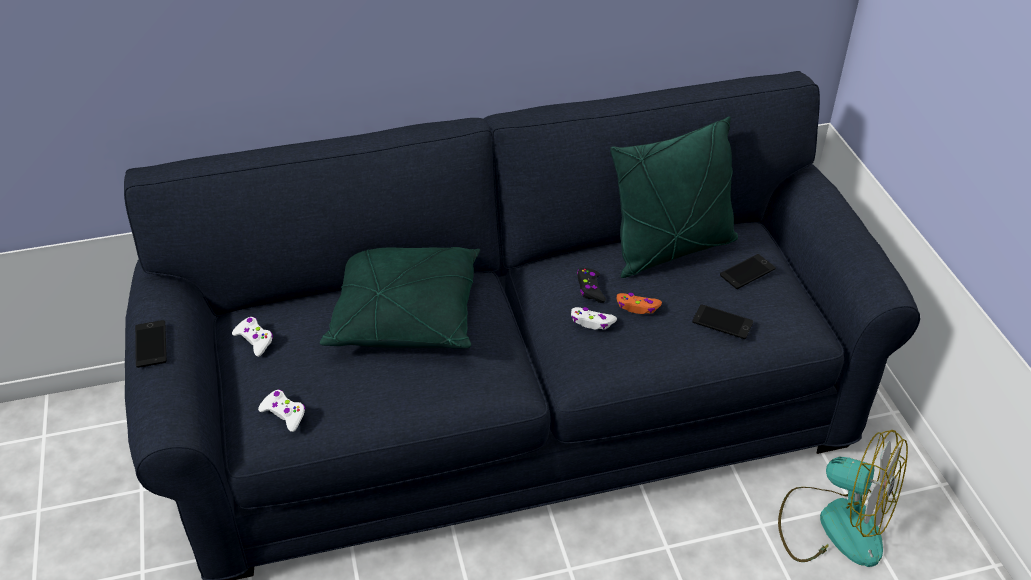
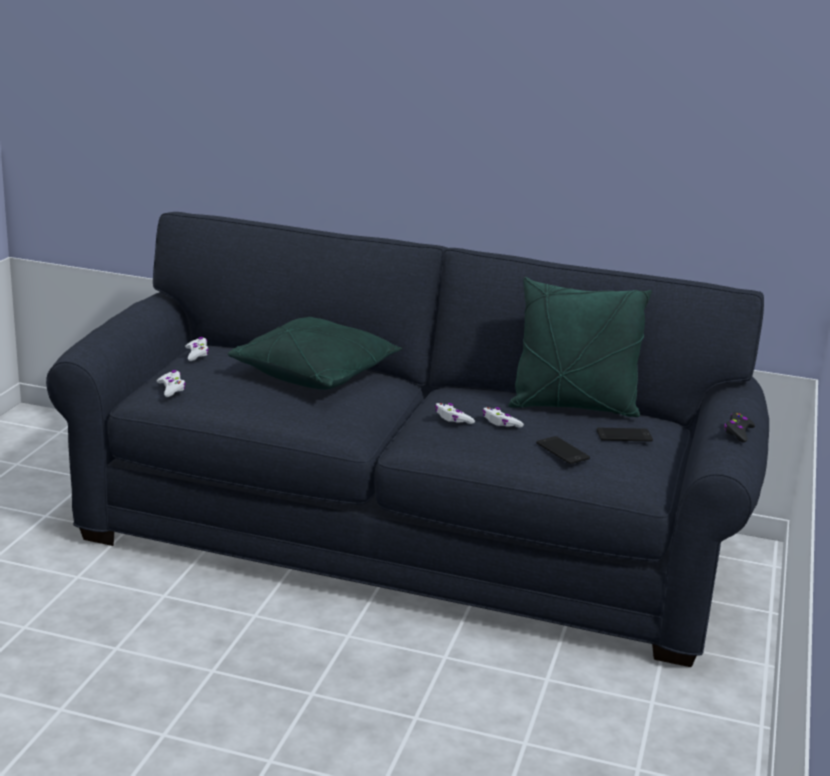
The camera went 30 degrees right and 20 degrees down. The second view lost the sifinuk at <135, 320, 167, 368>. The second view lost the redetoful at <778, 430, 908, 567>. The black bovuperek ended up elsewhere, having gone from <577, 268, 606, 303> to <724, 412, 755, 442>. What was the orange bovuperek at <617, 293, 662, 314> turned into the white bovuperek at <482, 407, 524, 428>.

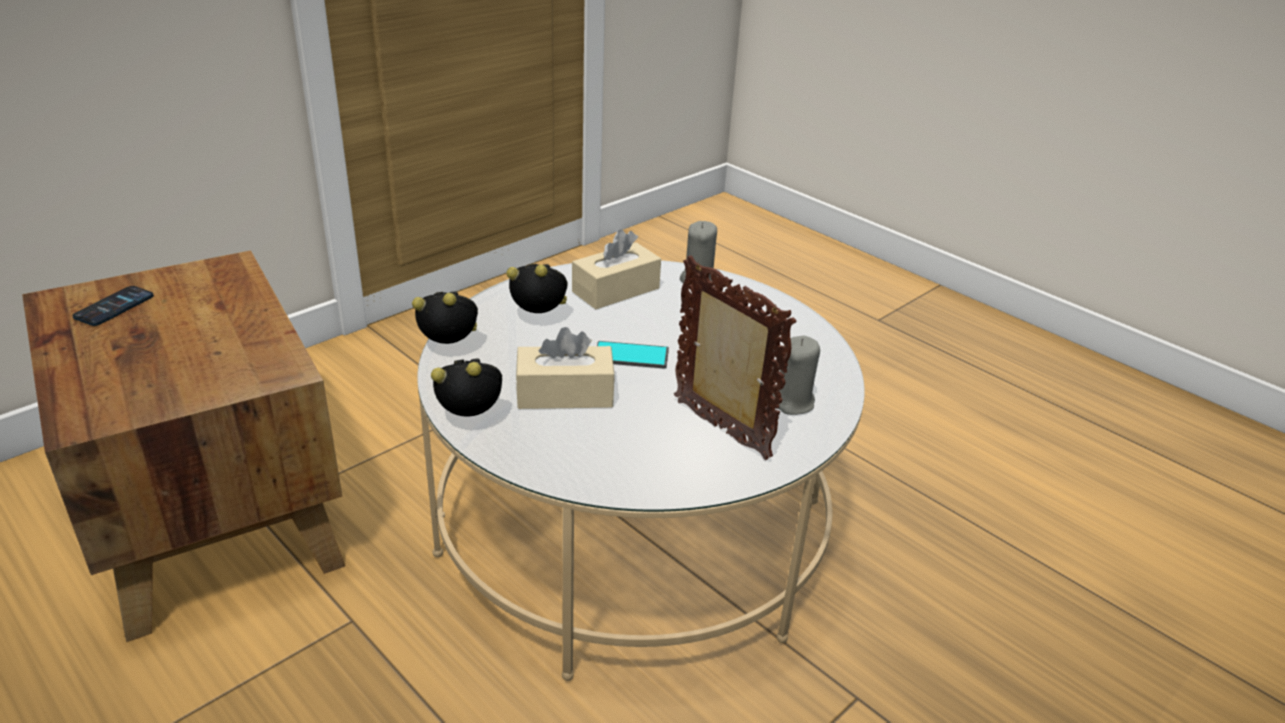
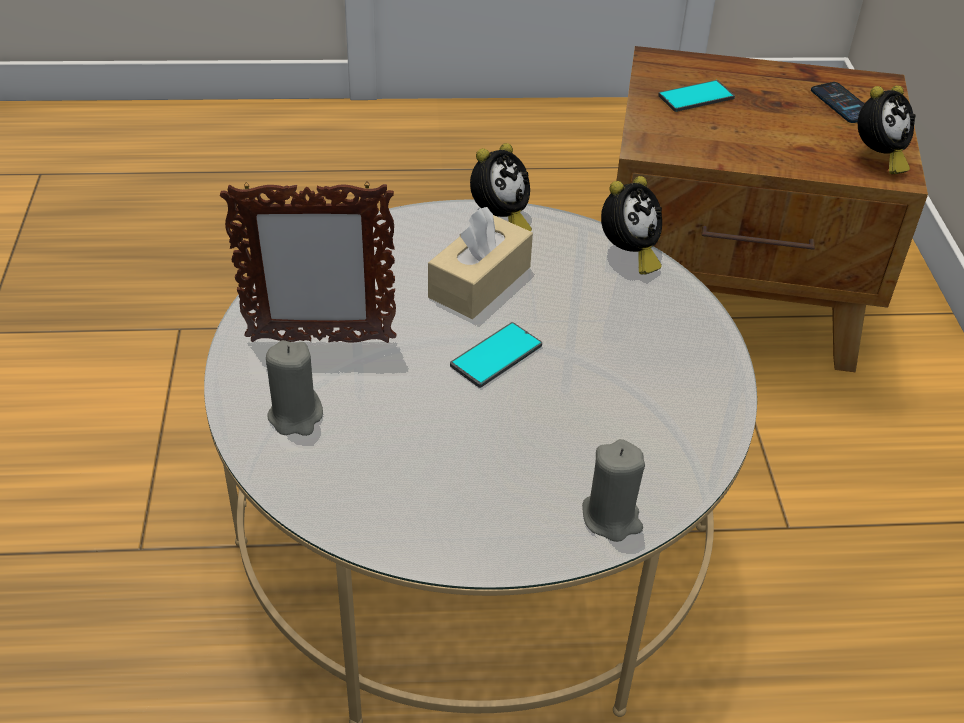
The camera went 130 degrees right and 10 degrees up. The second view lost the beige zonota at <572, 230, 661, 309>. The second view gained the sifinuk at <658, 80, 735, 112>. The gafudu ended up elsewhere, having gone from <506, 264, 568, 313> to <858, 85, 915, 174>.

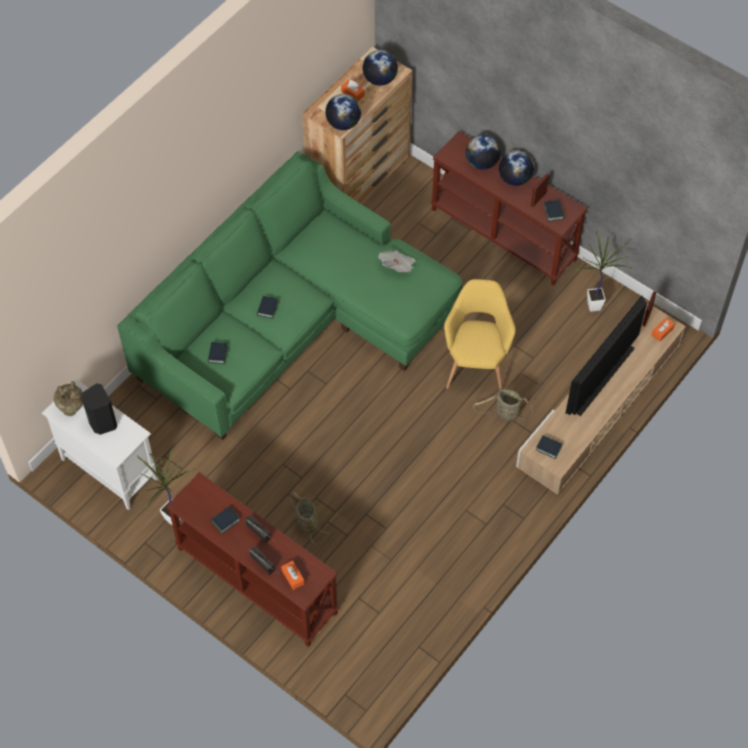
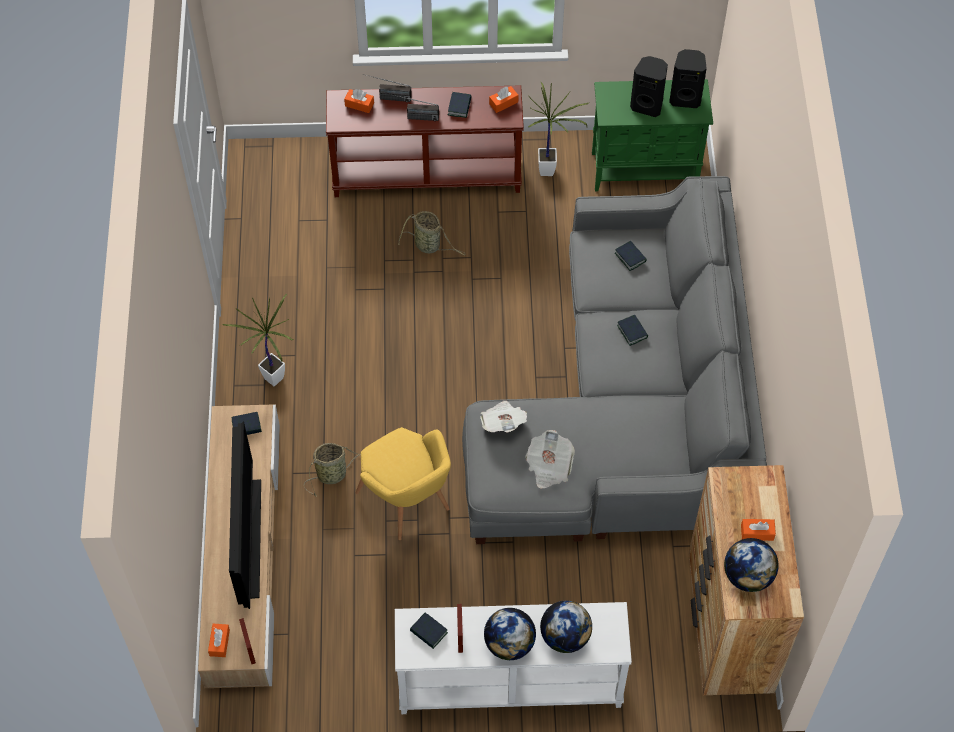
The camera went 140 degrees right and 0 degrees up. The second view lost the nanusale at <325, 94, 361, 130>. The second view gained the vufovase at <480, 401, 527, 433>. The second view gained the orange zonota at <489, 86, 519, 113>. The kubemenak ended up elsewhere, having gone from <573, 230, 633, 312> to <222, 294, 293, 386>. Where the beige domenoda stood at <53, 381, 83, 416>, the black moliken came to stand at <669, 49, 707, 108>. What was the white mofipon at <42, 379, 158, 510> turned into the green mofipon at <592, 79, 713, 191>. What was the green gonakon at <117, 151, 463, 440> turned into the grey gonakon at <462, 176, 767, 544>. What was the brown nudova at <431, 131, 588, 286> turned into the white nudova at <395, 602, 632, 714>.

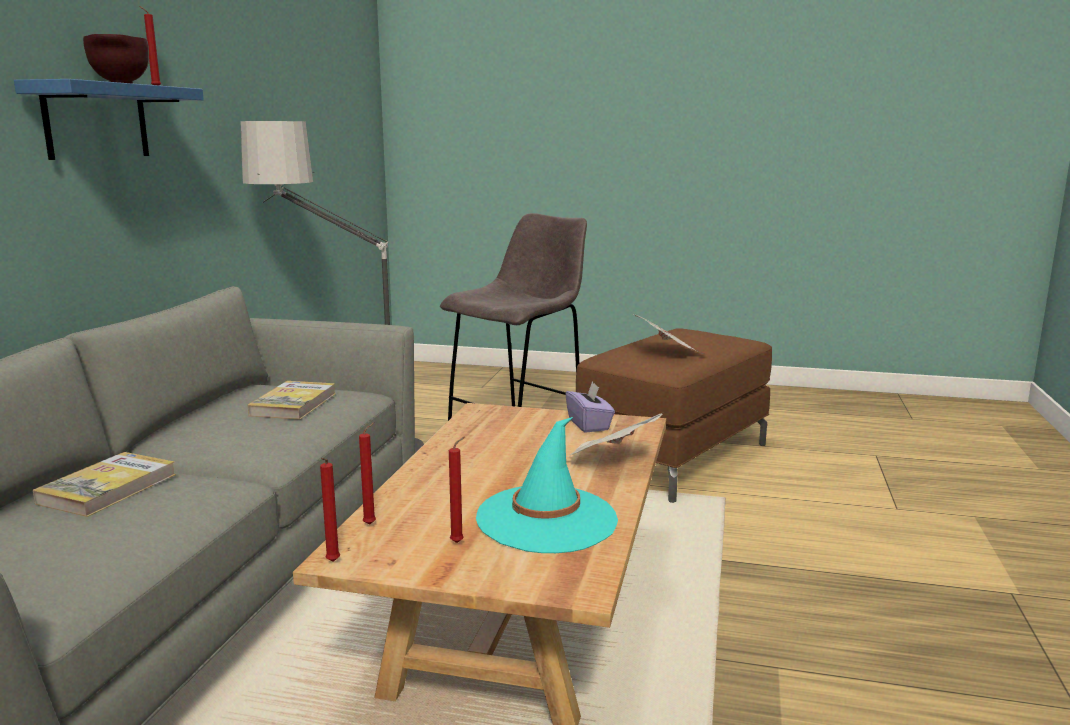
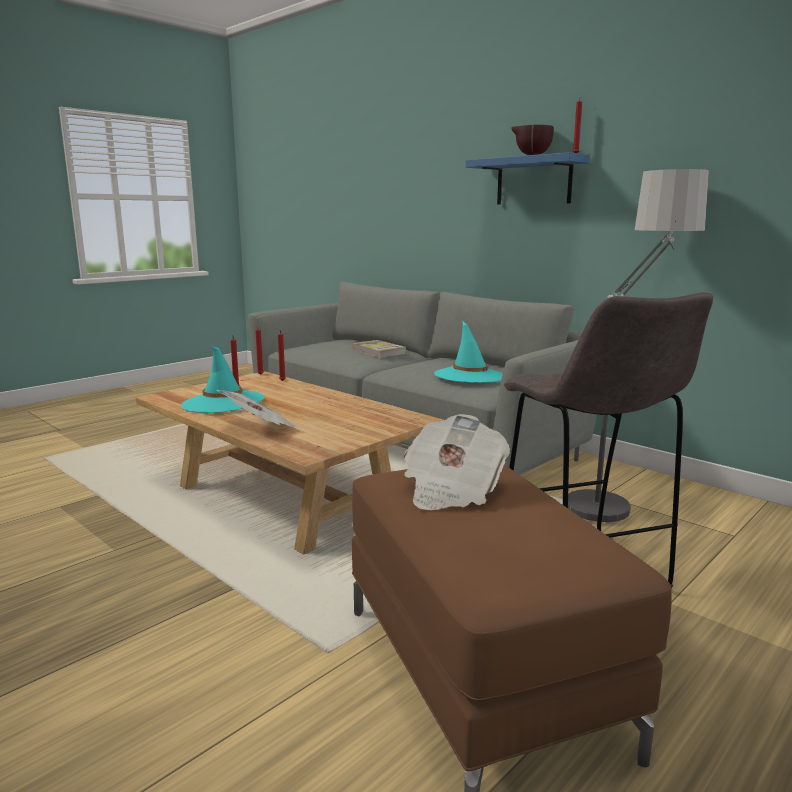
The camera went 120 degrees right and 0 degrees up. The second view lost the purple zonota at <565, 381, 615, 433>. Where the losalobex stood at <248, 381, 336, 420>, the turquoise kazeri came to stand at <434, 321, 503, 383>.

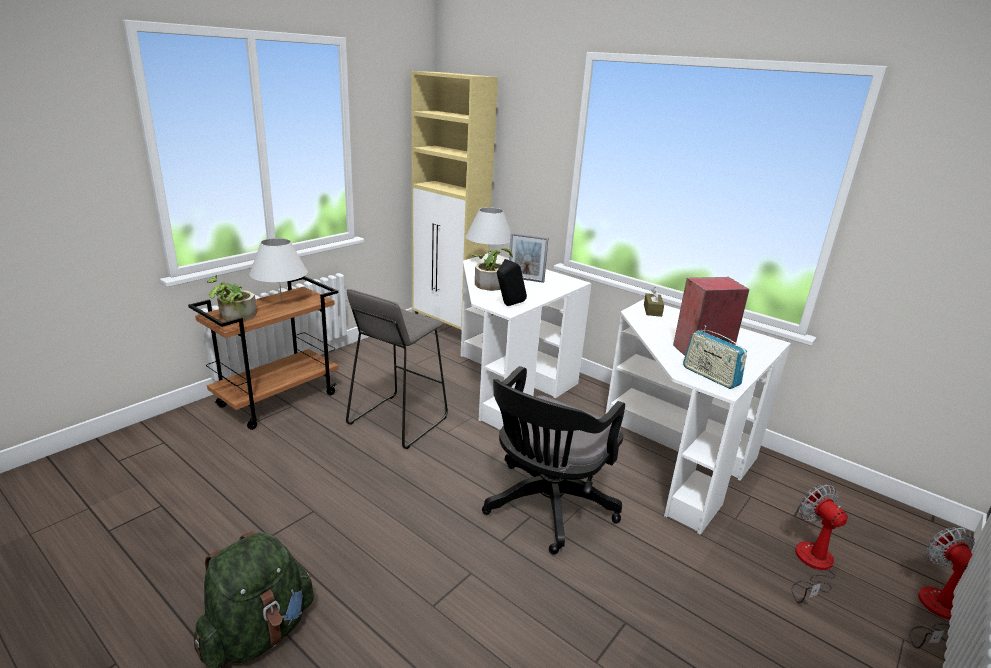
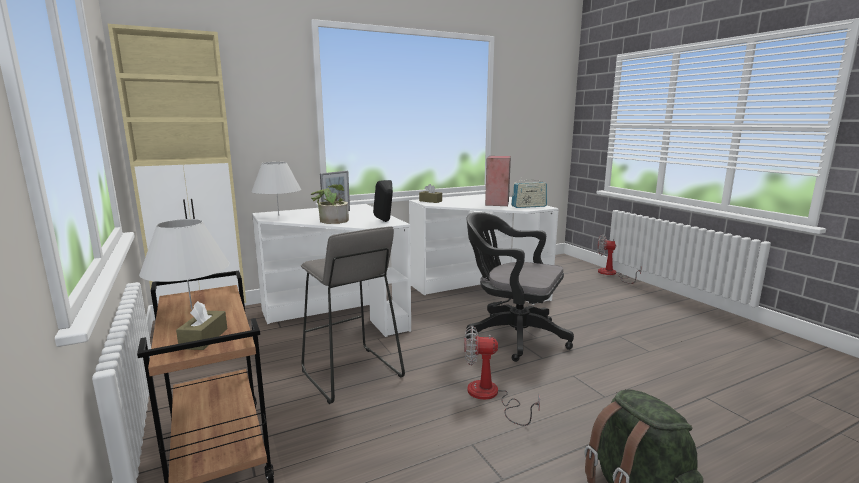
The camera went 65 degrees left and 10 degrees down. The redetoful ended up elsewhere, having gone from <792, 484, 848, 603> to <464, 326, 540, 426>. Where the kubemenak stood at <207, 275, 257, 321>, the brown zonota came to stand at <176, 301, 227, 350>. The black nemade at <482, 366, 625, 555> ended up facing another way, 150 degrees clockwise from before.

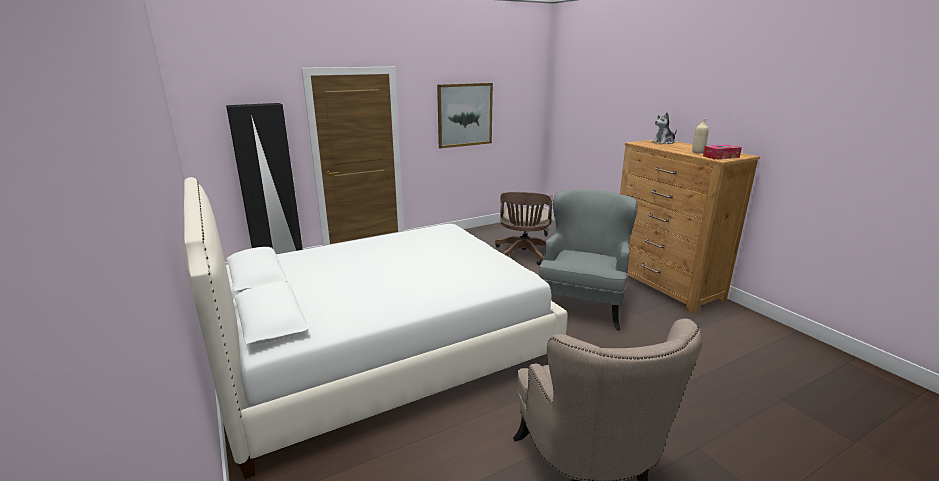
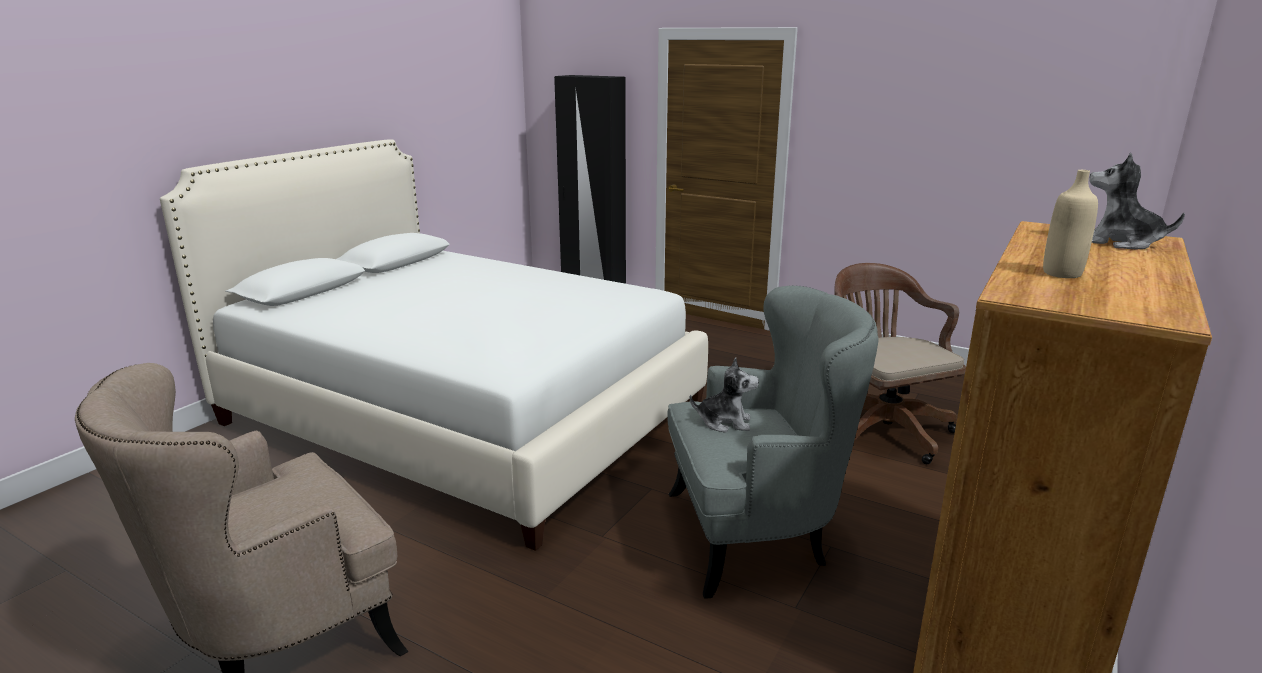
The camera went 60 degrees right and 0 degrees up. The second view lost the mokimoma at <437, 83, 493, 148>. The second view lost the zonota at <703, 145, 742, 159>. The second view gained the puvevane at <690, 357, 759, 433>. The brown nemade at <495, 192, 553, 265> ended up facing another way, 90 degrees clockwise from before.

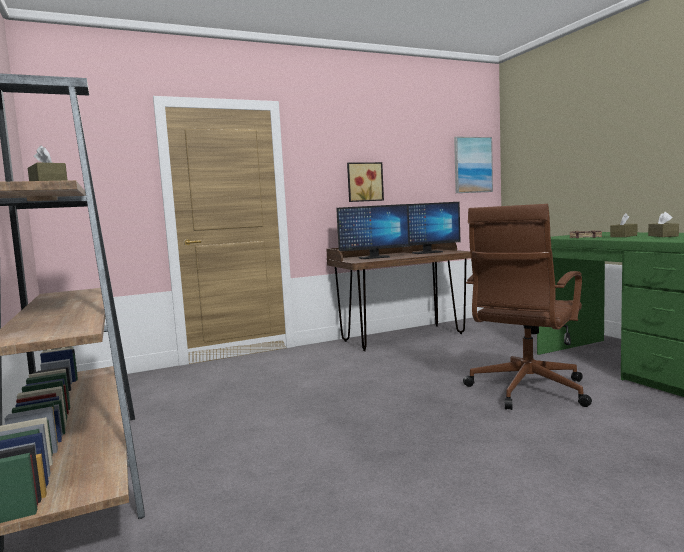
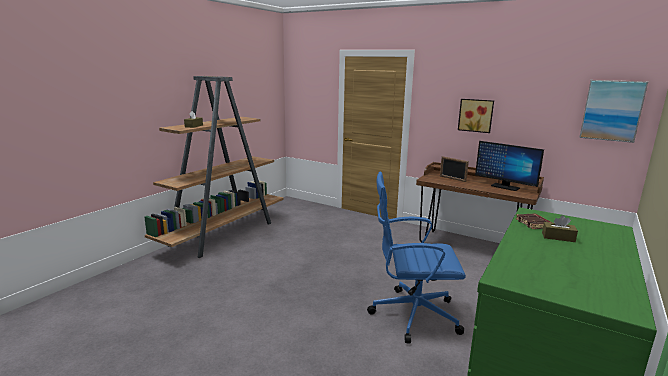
The camera went 55 degrees right and 10 degrees up. The second view lost the brown zonota at <648, 212, 679, 237>. Where the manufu stood at <336, 204, 410, 259>, the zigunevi came to stand at <440, 156, 469, 182>. What was the brown nemade at <463, 204, 592, 410> turned into the blue nemade at <367, 172, 466, 343>.

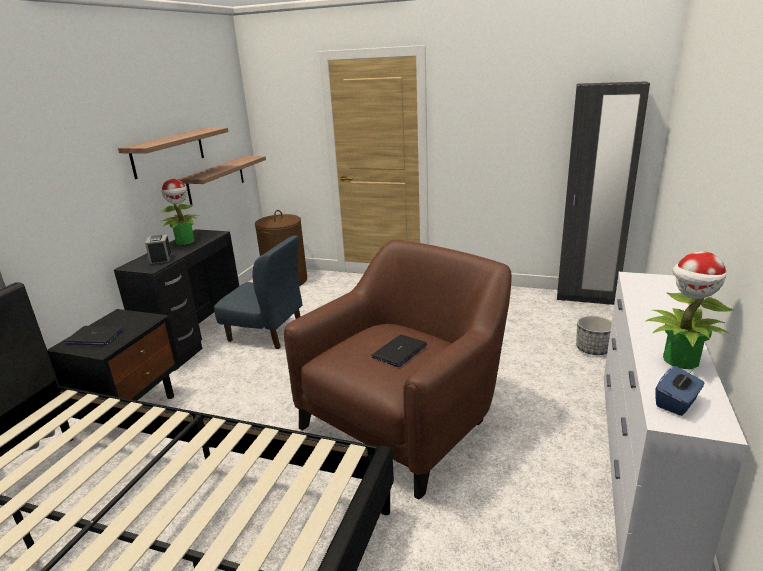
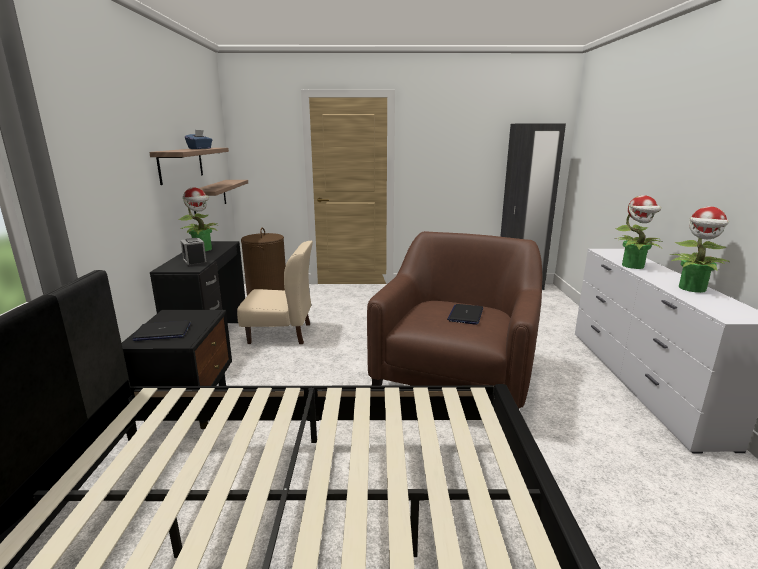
The camera went 20 degrees left and 5 degrees down. The second view lost the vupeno at <576, 315, 612, 355>. The second view gained the kubemenak at <615, 195, 662, 269>. The blue zonota ended up elsewhere, having gone from <655, 366, 705, 416> to <185, 130, 213, 149>. What was the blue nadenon at <214, 236, 302, 349> turned into the beige nadenon at <237, 241, 313, 344>.

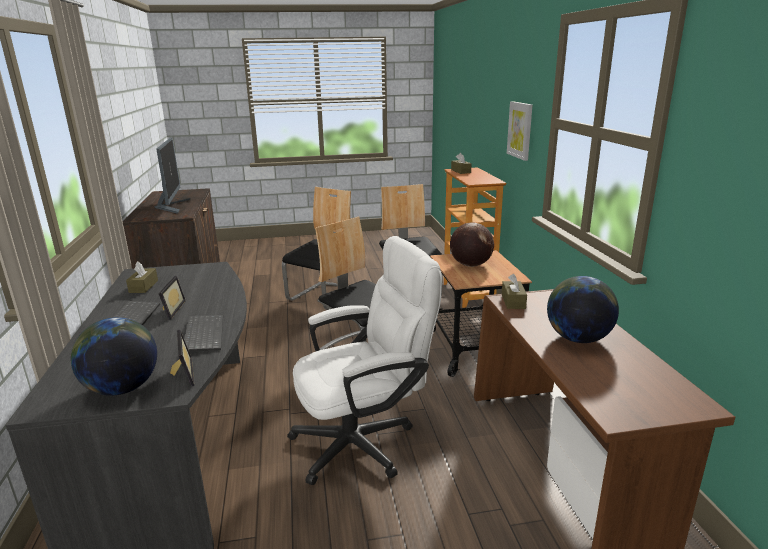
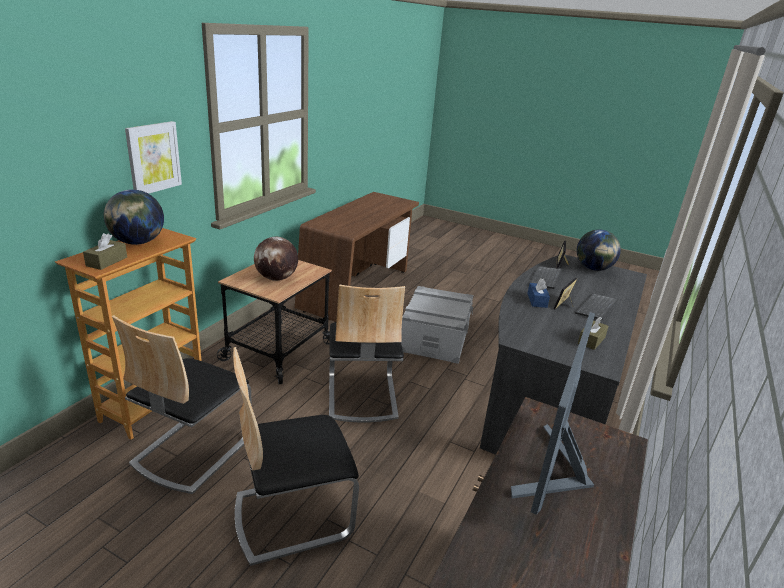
The camera went 145 degrees left and 5 degrees up. The second view lost the brown zonota at <502, 274, 527, 309>. The second view gained the blue zonota at <527, 278, 550, 308>. The nanusale ended up elsewhere, having gone from <547, 276, 619, 343> to <104, 189, 164, 245>. Where the white nemade stood at <287, 236, 442, 485>, the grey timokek came to stand at <401, 286, 473, 364>.

